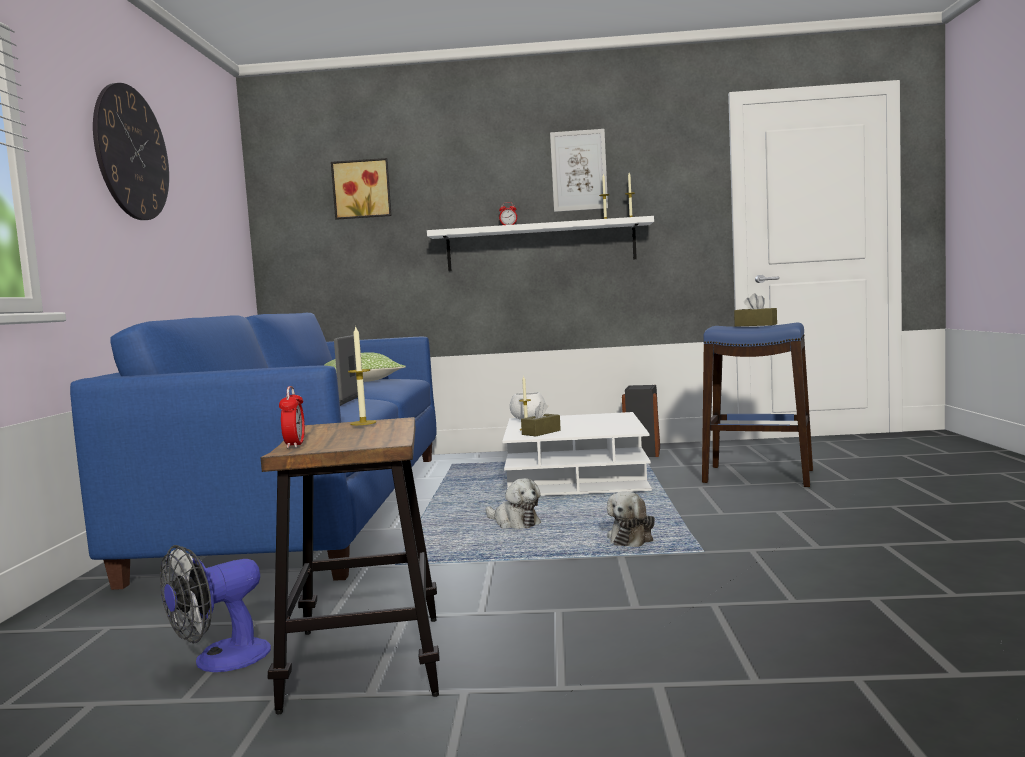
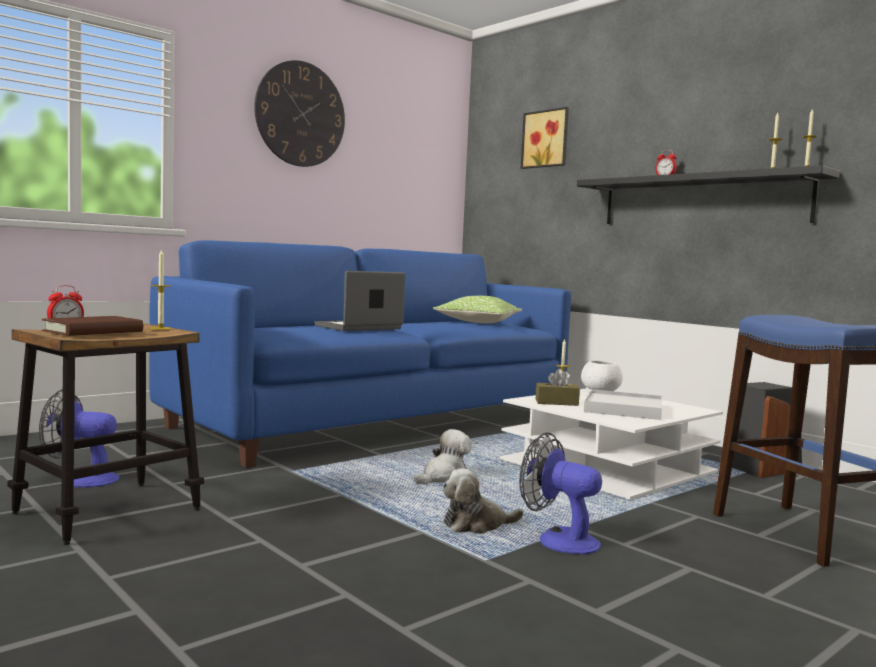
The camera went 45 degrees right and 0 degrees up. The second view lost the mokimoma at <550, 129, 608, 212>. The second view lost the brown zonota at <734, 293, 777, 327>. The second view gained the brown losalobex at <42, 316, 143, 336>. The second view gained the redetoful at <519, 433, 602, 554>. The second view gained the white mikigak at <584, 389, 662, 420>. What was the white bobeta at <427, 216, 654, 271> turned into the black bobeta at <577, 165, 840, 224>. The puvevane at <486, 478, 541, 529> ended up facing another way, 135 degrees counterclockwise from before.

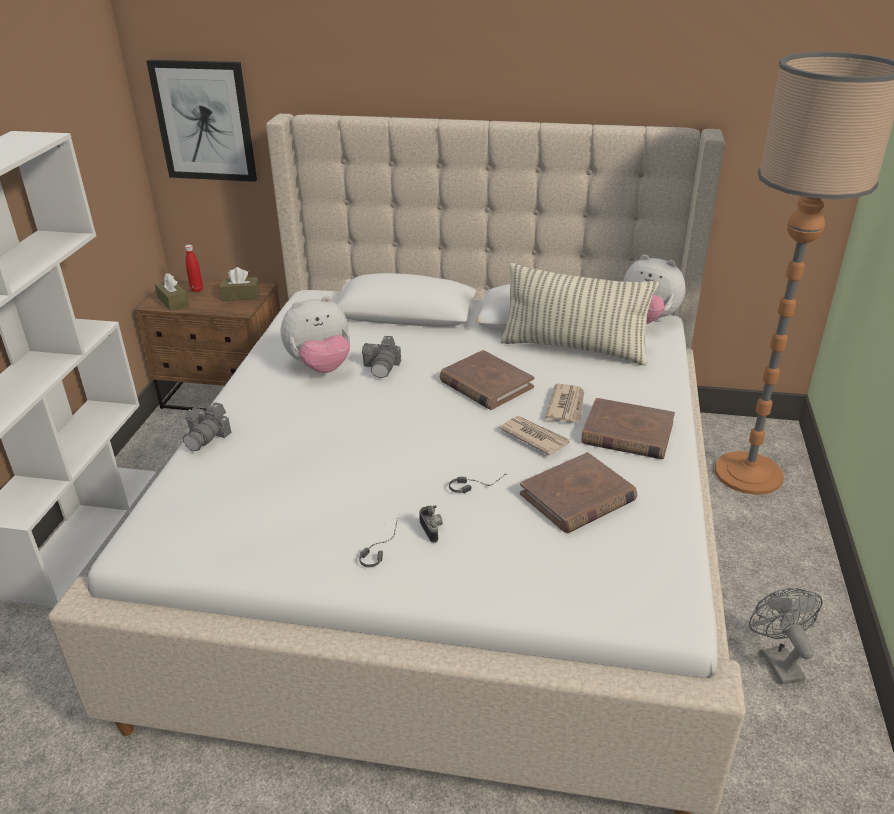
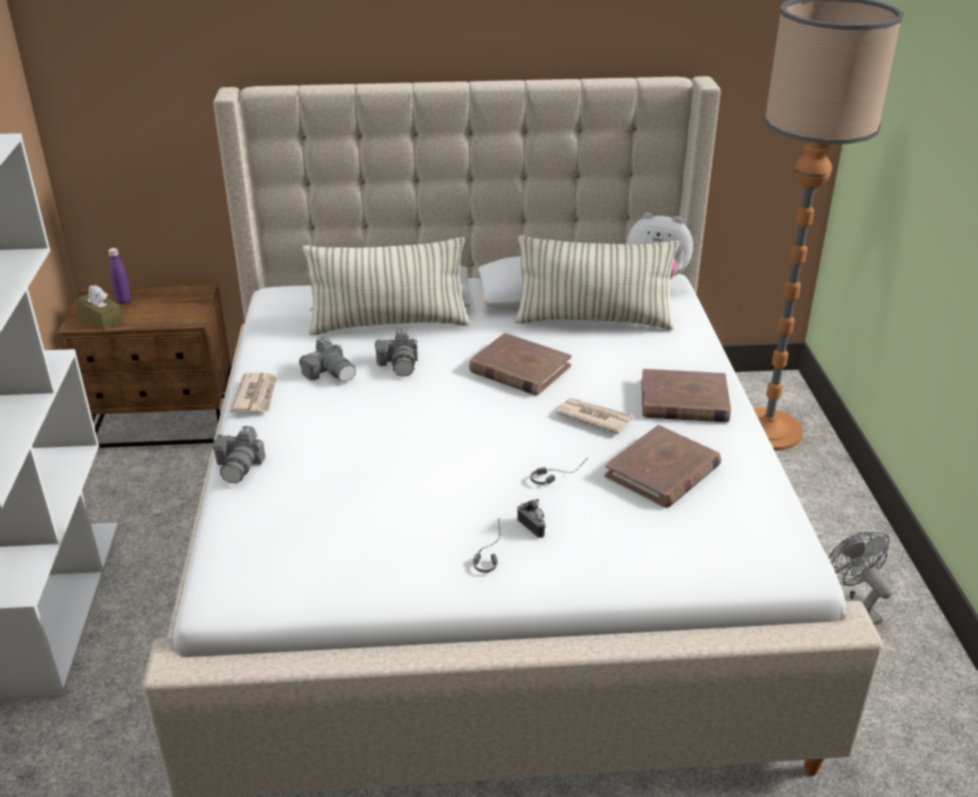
The camera went 15 degrees left and 0 degrees up. The second view lost the mokimoma at <147, 60, 257, 182>. The second view lost the brown zonota at <220, 267, 260, 301>. The second view gained the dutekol at <303, 237, 470, 335>. The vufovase ended up elsewhere, having gone from <545, 384, 585, 423> to <230, 373, 277, 413>. Where the puvevane stood at <281, 296, 350, 373>, the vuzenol came to stand at <299, 338, 356, 382>. What was the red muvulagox at <185, 245, 203, 292> turned into the purple muvulagox at <108, 248, 131, 304>.

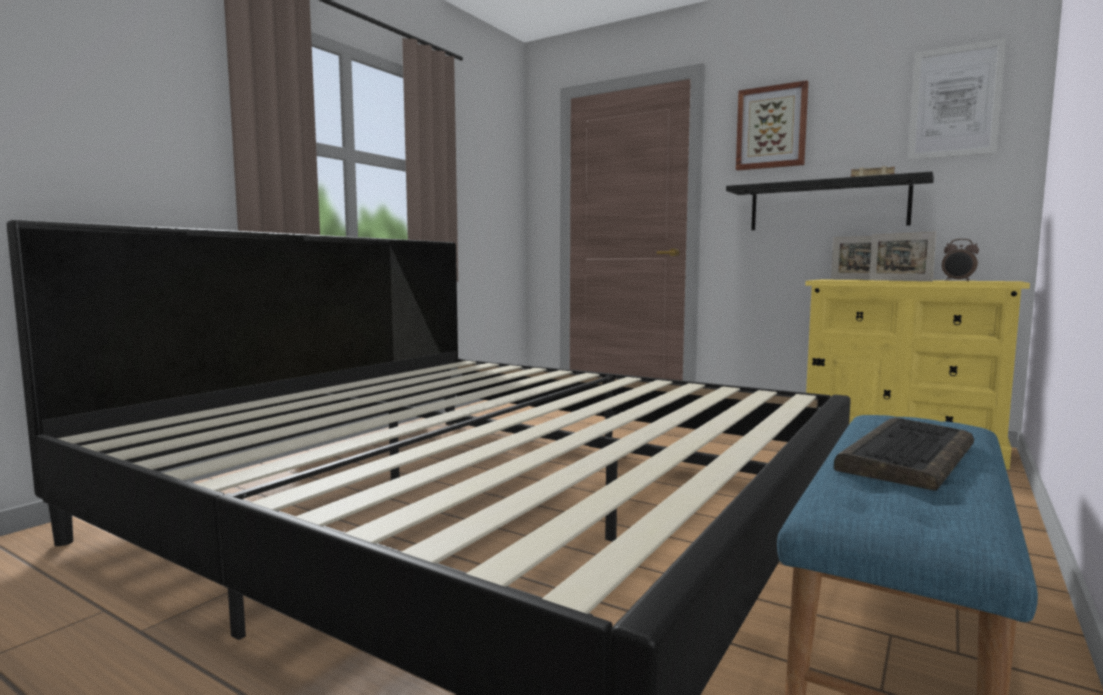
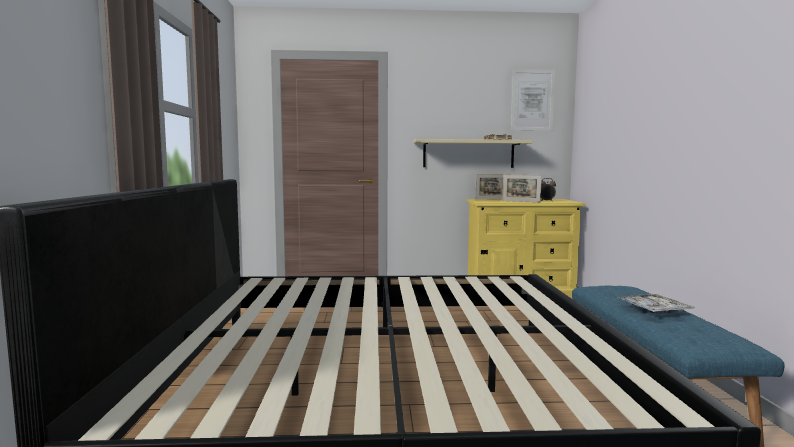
The camera went 35 degrees left and 0 degrees up. The second view lost the mokimoma at <736, 80, 808, 171>. Where the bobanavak stood at <834, 418, 974, 491>, the mikigak came to stand at <619, 294, 695, 314>. What was the black bobeta at <726, 171, 934, 230> turned into the beige bobeta at <413, 139, 532, 168>.

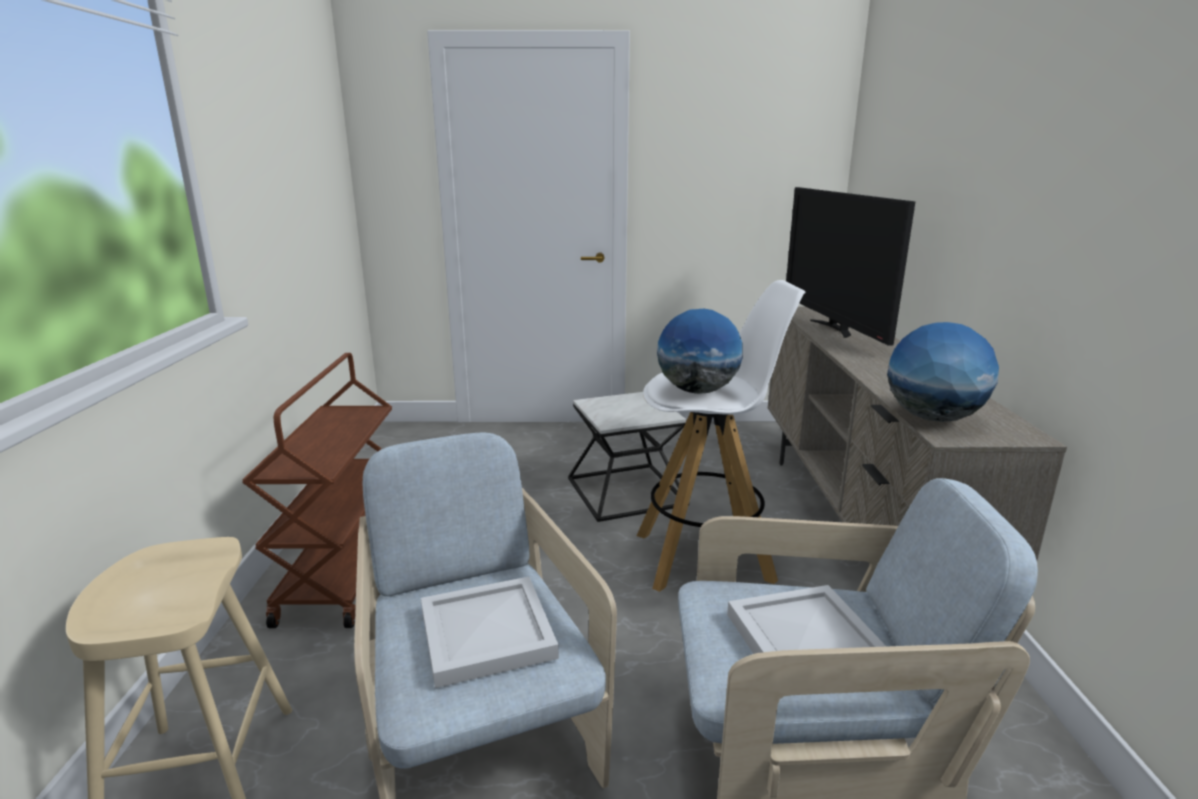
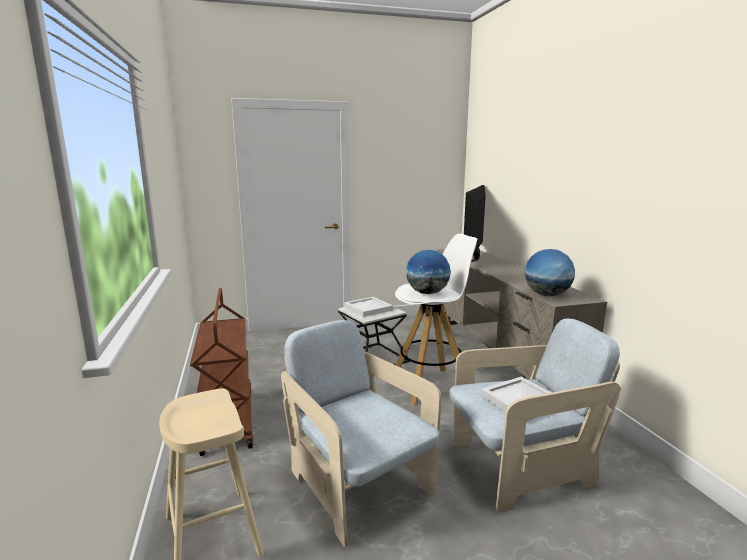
The camera went 15 degrees left and 5 degrees down. The white mikigak ended up elsewhere, having gone from <421, 577, 559, 688> to <344, 297, 393, 317>. The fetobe at <786, 187, 916, 346> ended up facing another way, 45 degrees clockwise from before.

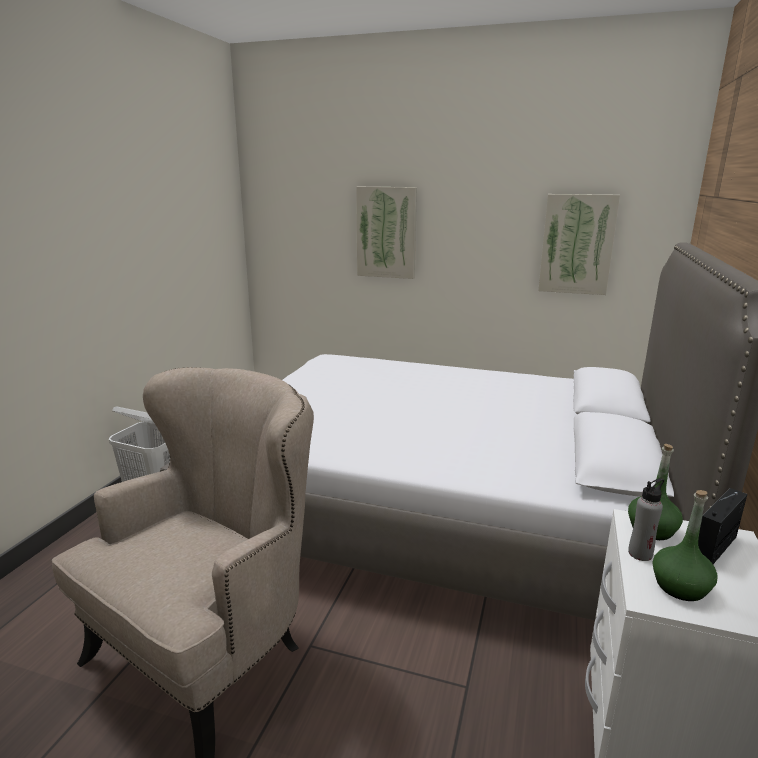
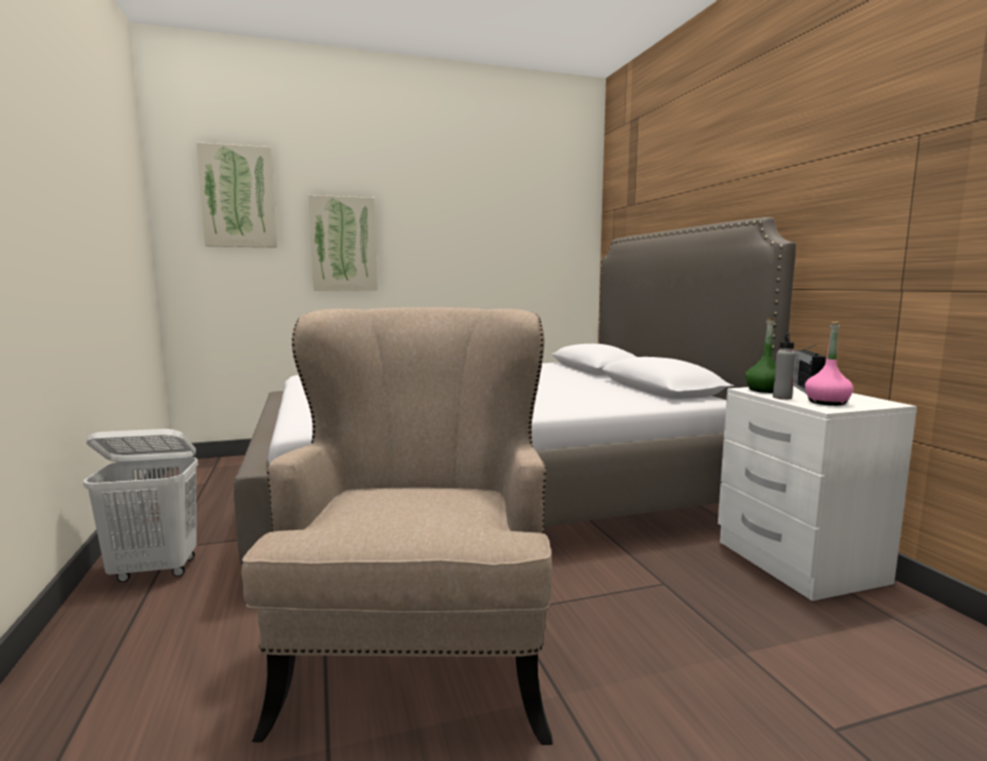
The camera went 35 degrees left and 10 degrees down. The mokimoma ended up elsewhere, having gone from <538, 194, 620, 295> to <196, 142, 277, 248>. What was the green muvulagox at <652, 490, 718, 601> turned into the pink muvulagox at <805, 322, 854, 406>.

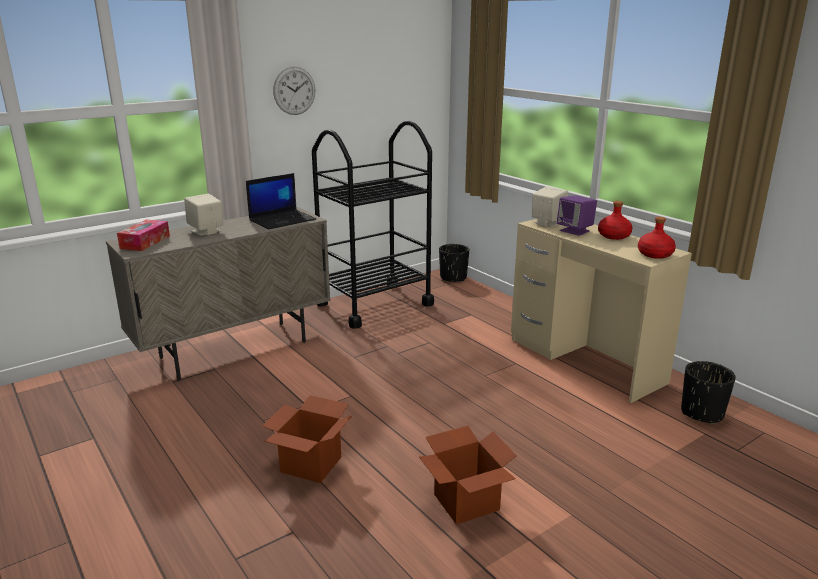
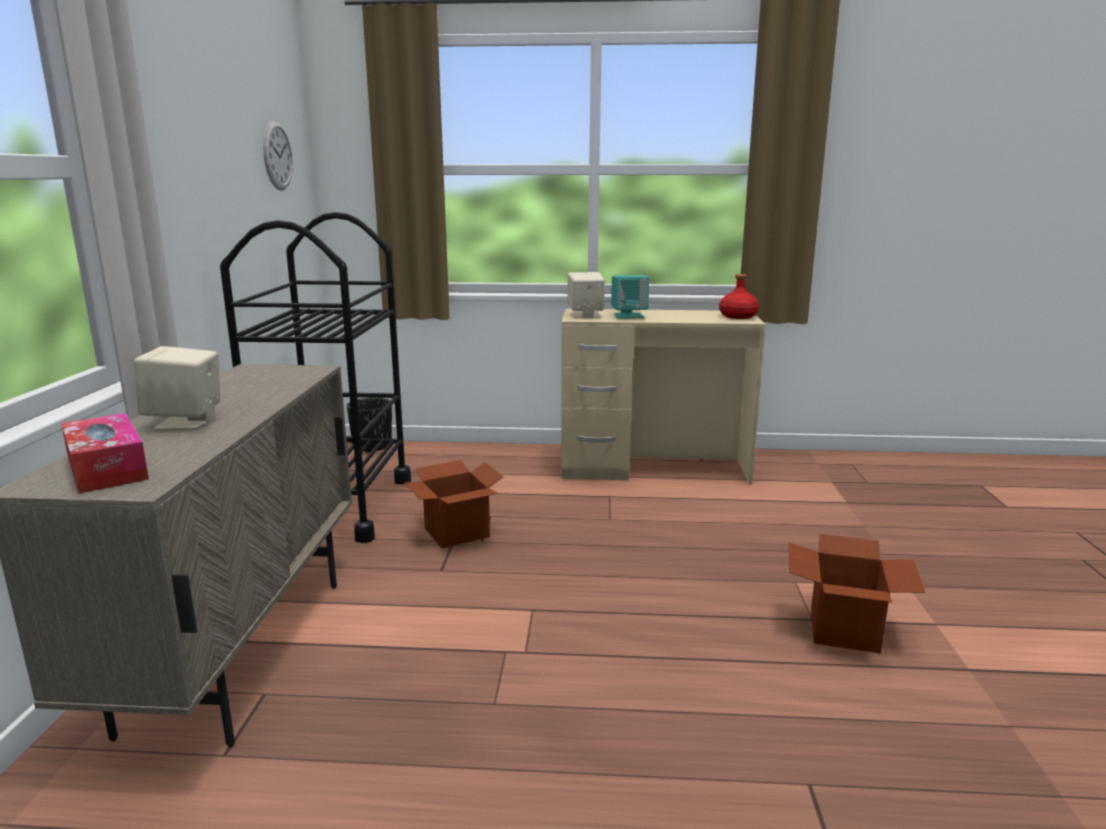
The camera went 50 degrees left and 5 degrees down. The second view lost the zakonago at <246, 173, 316, 229>. The second view lost the red muvulagox at <598, 201, 632, 240>. The second view lost the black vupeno at <681, 361, 736, 425>. The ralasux ended up elsewhere, having gone from <262, 395, 352, 483> to <404, 460, 503, 548>. The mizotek ended up elsewhere, having gone from <273, 67, 315, 115> to <263, 121, 293, 191>. What was the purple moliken at <557, 196, 597, 236> turned into the turquoise moliken at <611, 275, 649, 319>.

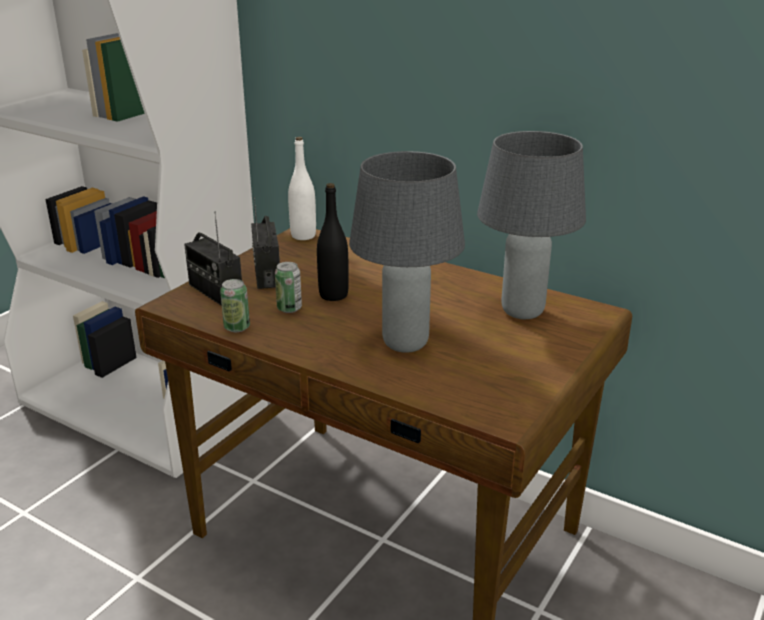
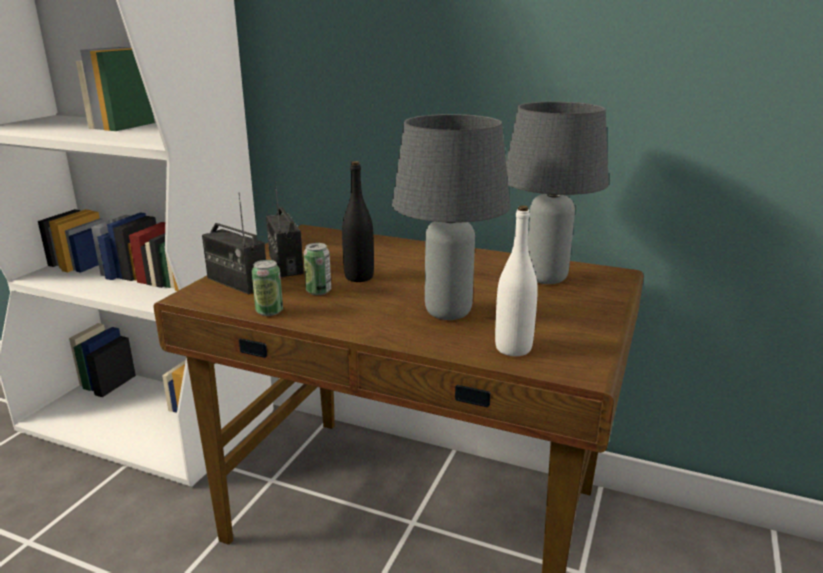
The camera went 10 degrees left and 5 degrees down. The white muvulagox ended up elsewhere, having gone from <288, 137, 316, 240> to <495, 205, 538, 356>.

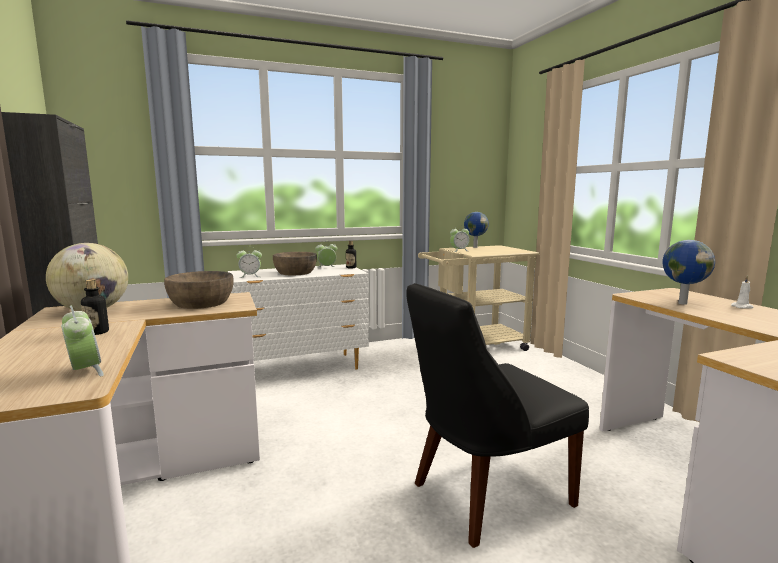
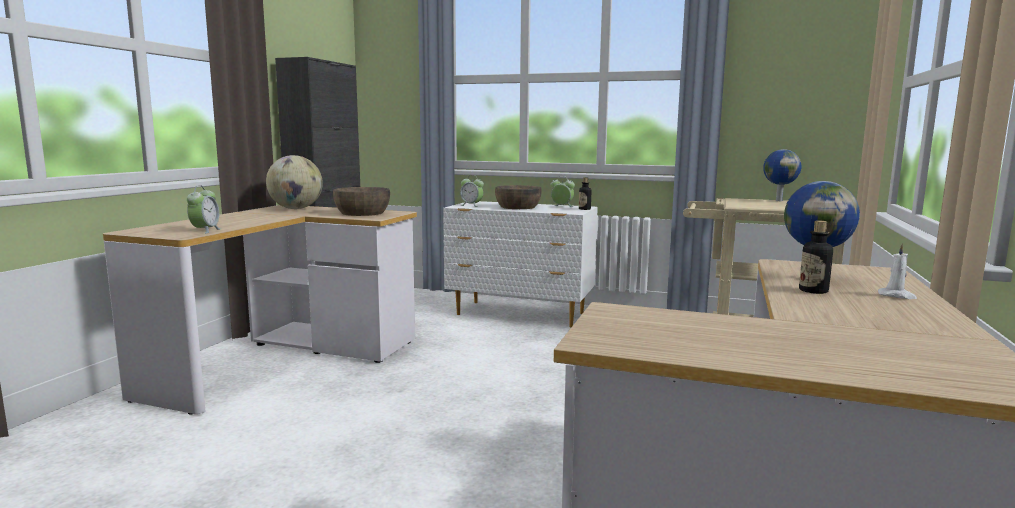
The camera went 40 degrees right and 0 degrees up. The second view lost the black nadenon at <406, 283, 589, 548>. The second view lost the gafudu at <450, 225, 469, 252>. The muvulagox ended up elsewhere, having gone from <81, 279, 109, 335> to <799, 220, 833, 294>.

